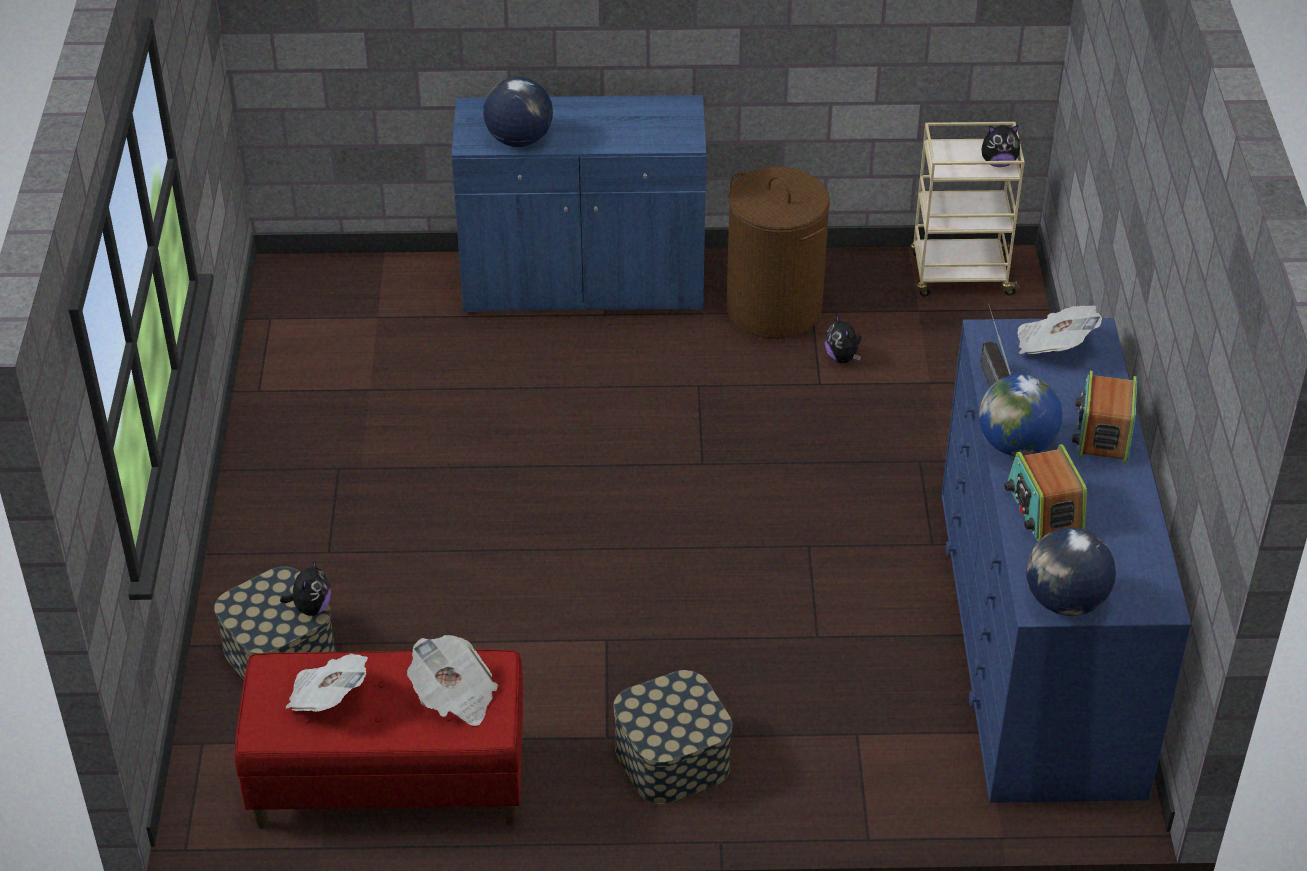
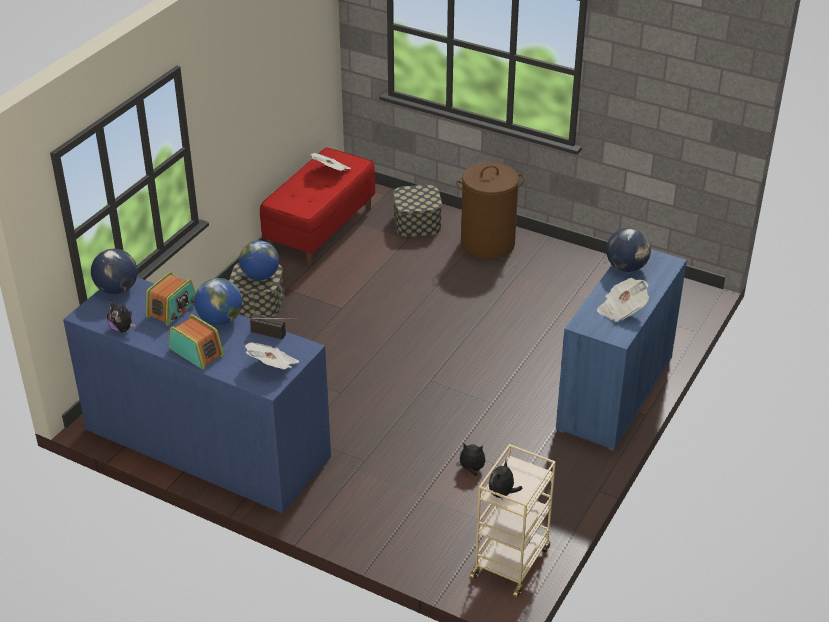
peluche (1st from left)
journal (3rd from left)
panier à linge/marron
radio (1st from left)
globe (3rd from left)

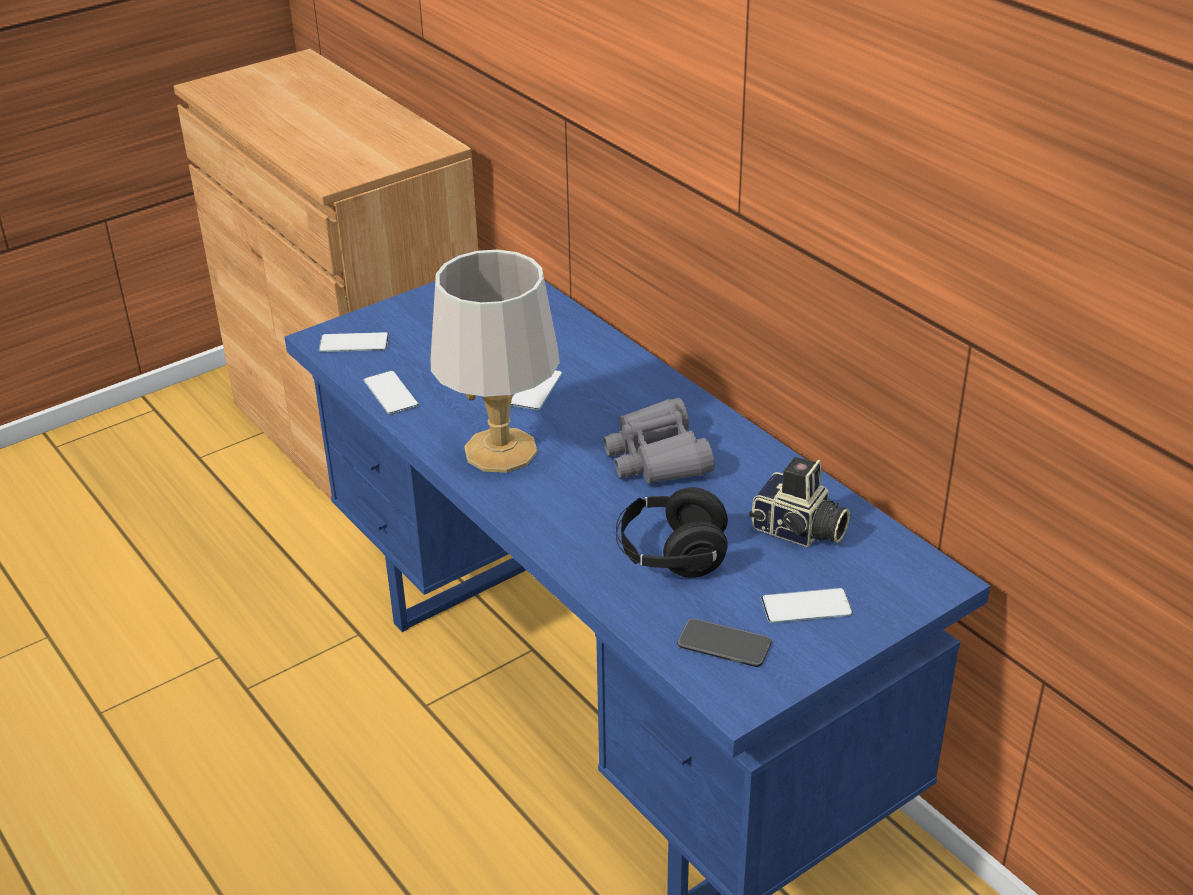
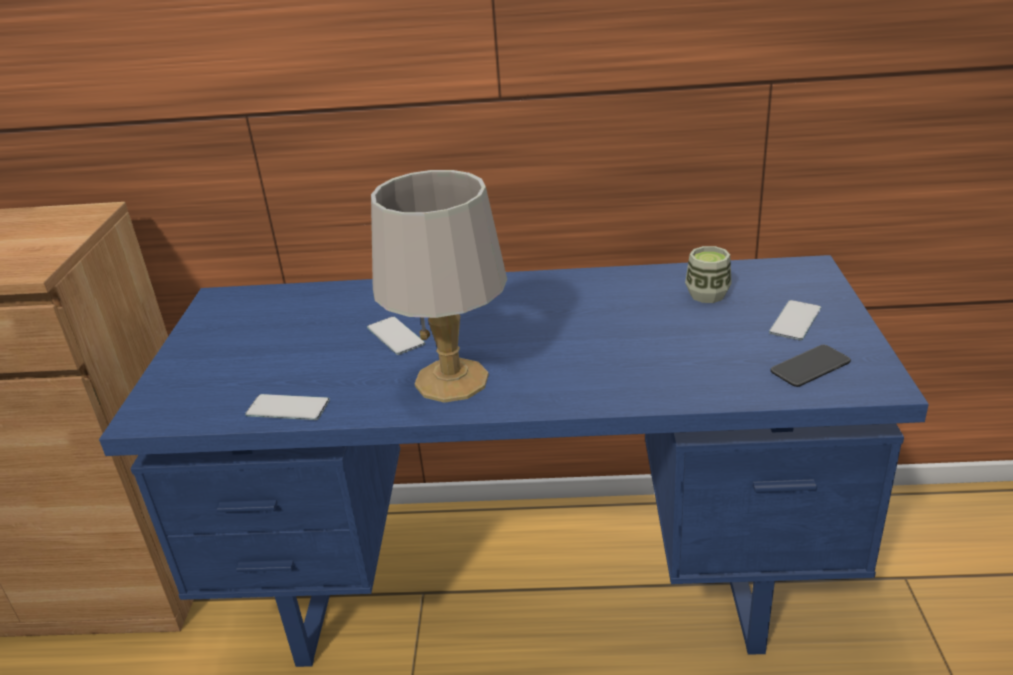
téléphone (1st from left in the first image)
jumelles/gris
casque audio/noir
tasse

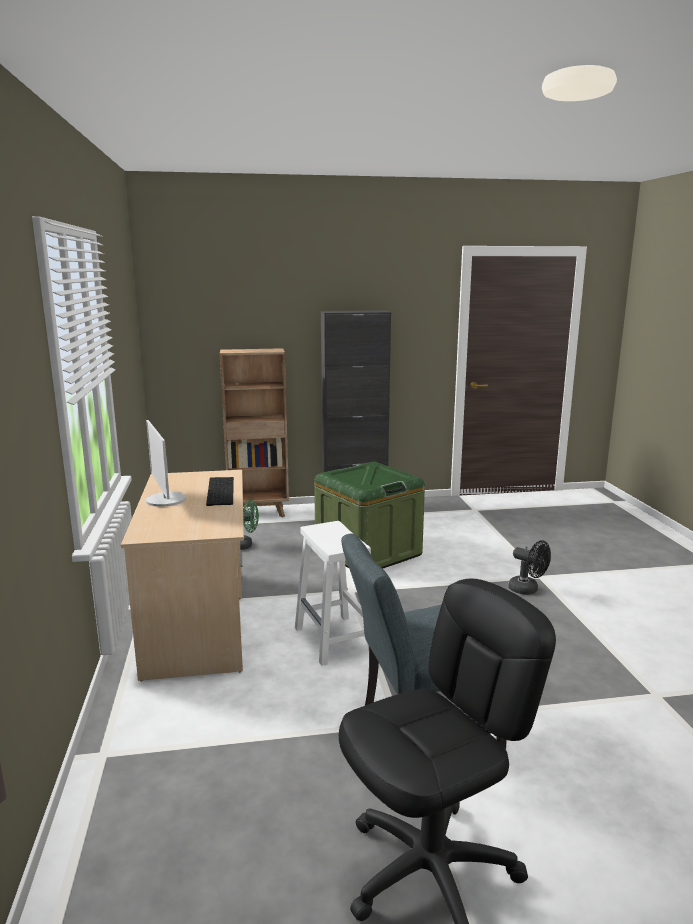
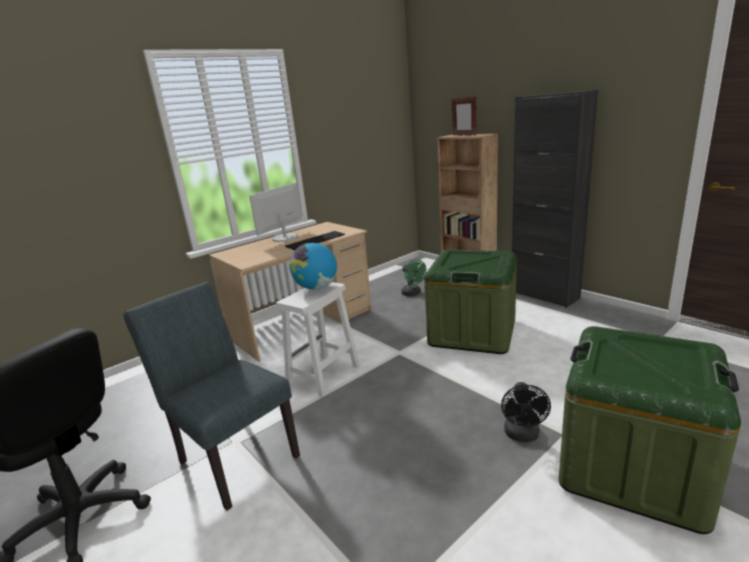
globe
cadre photo
boîte de rangement/vert (2nd from left)

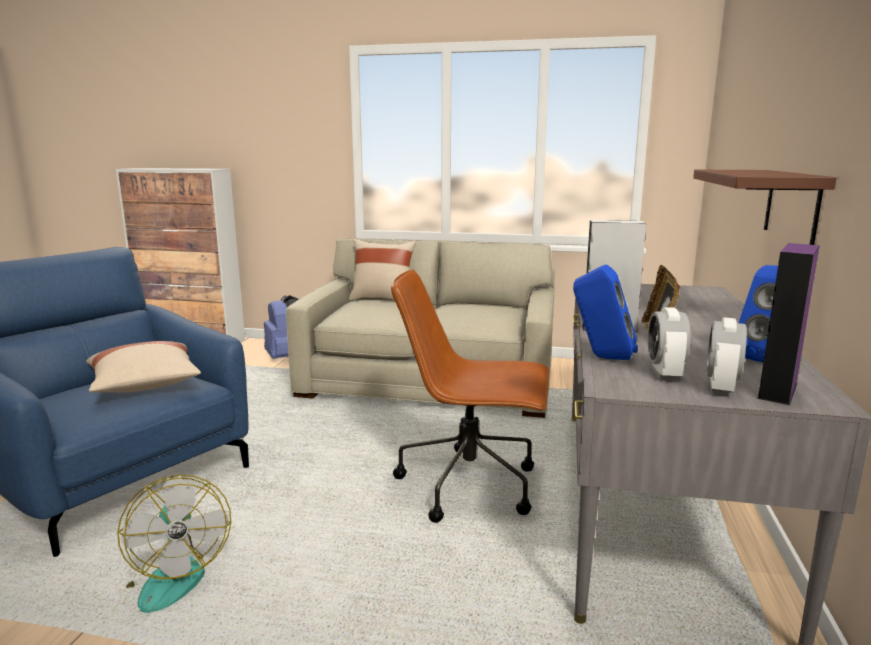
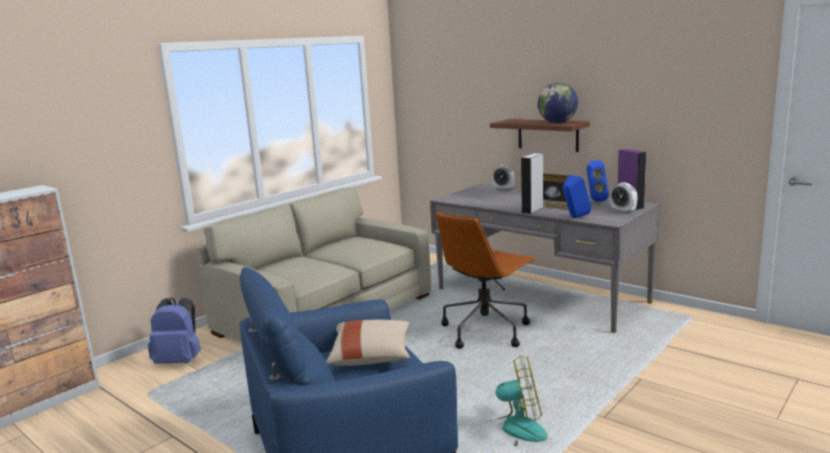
coussin/beige (2nd from left in the first image)
réveil (1st from left)
globe

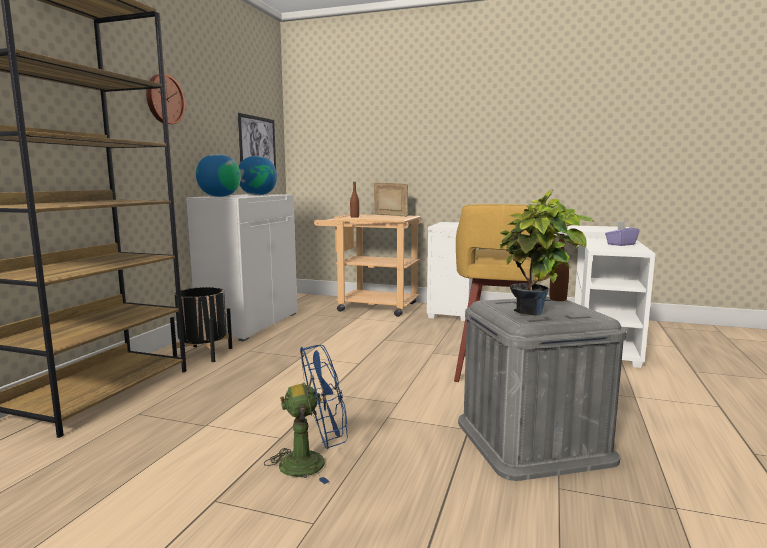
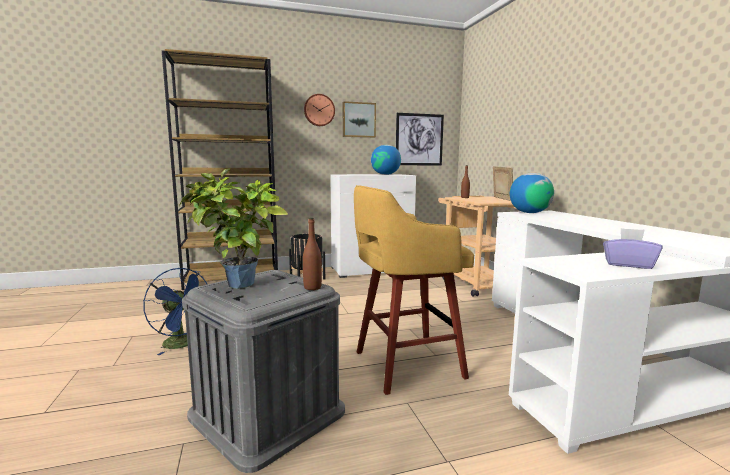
globe (2nd from left)
tableau (1st from left)

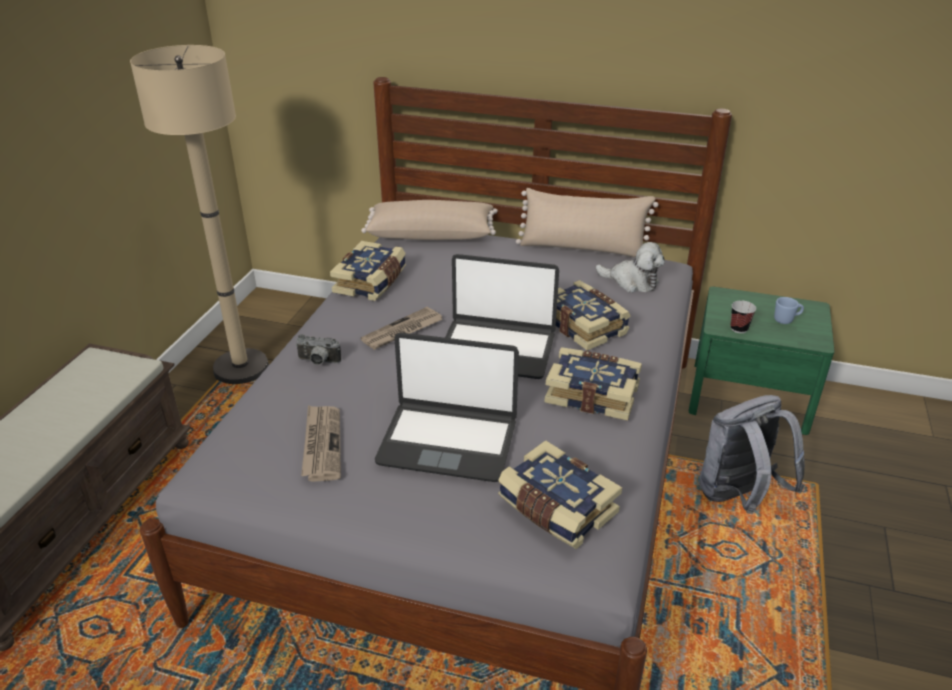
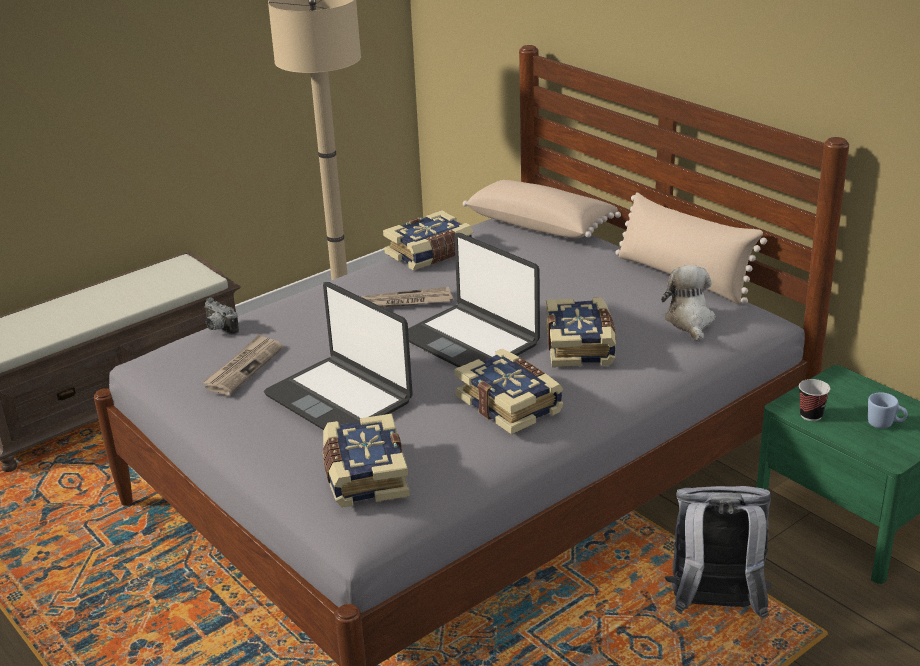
appareil photo
peluche

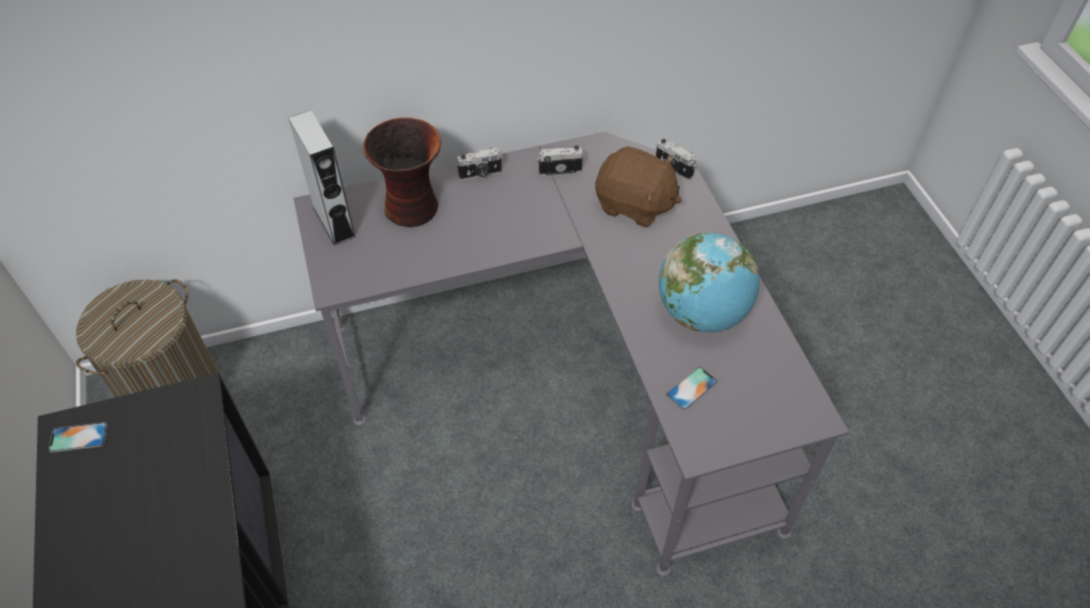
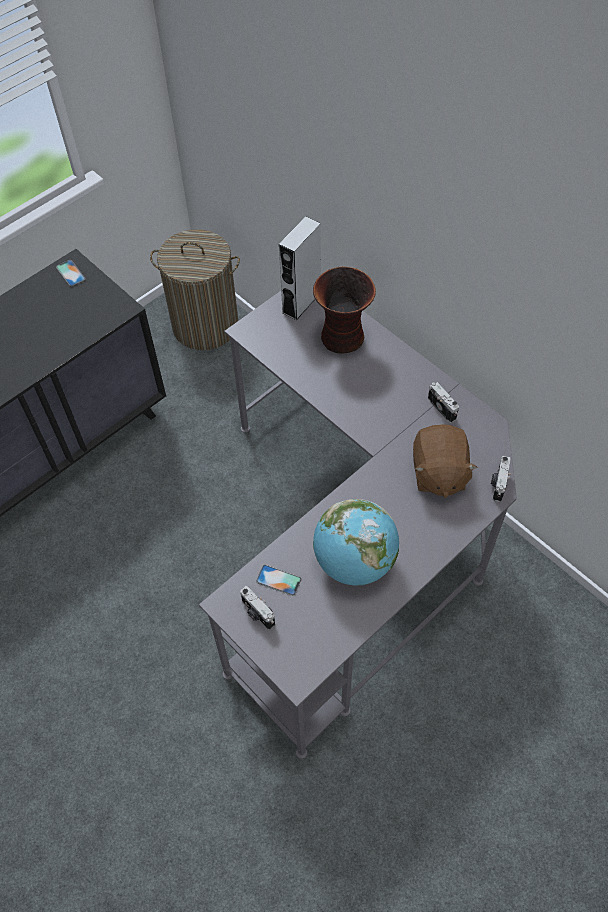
appareil photo (1st from left)

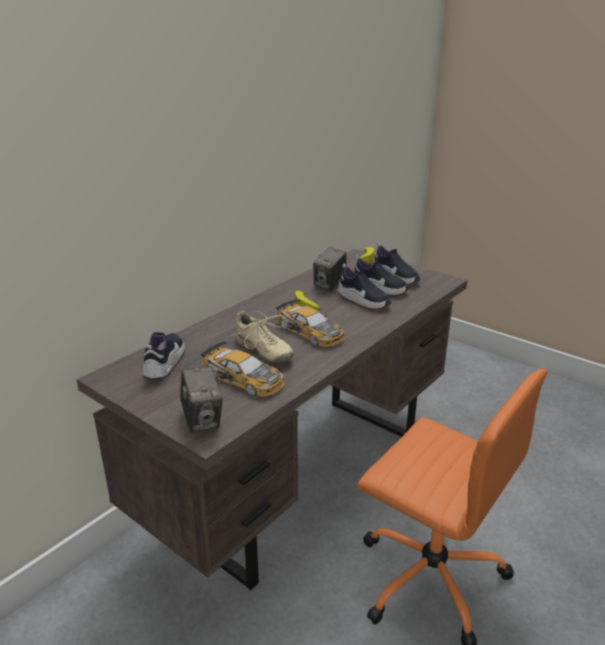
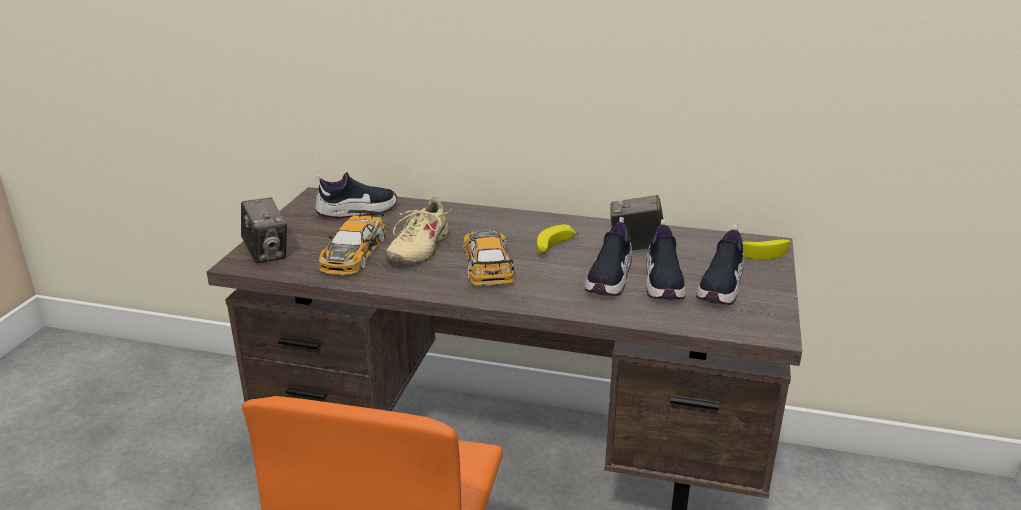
appareil photo (1st from left)
petite voiture (2nd from left)

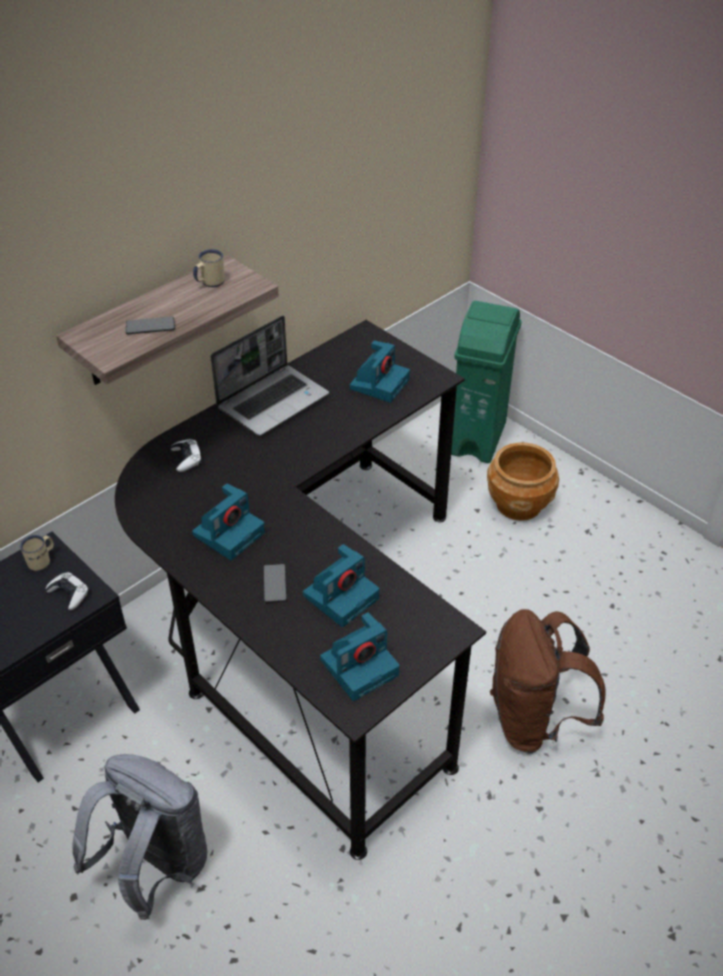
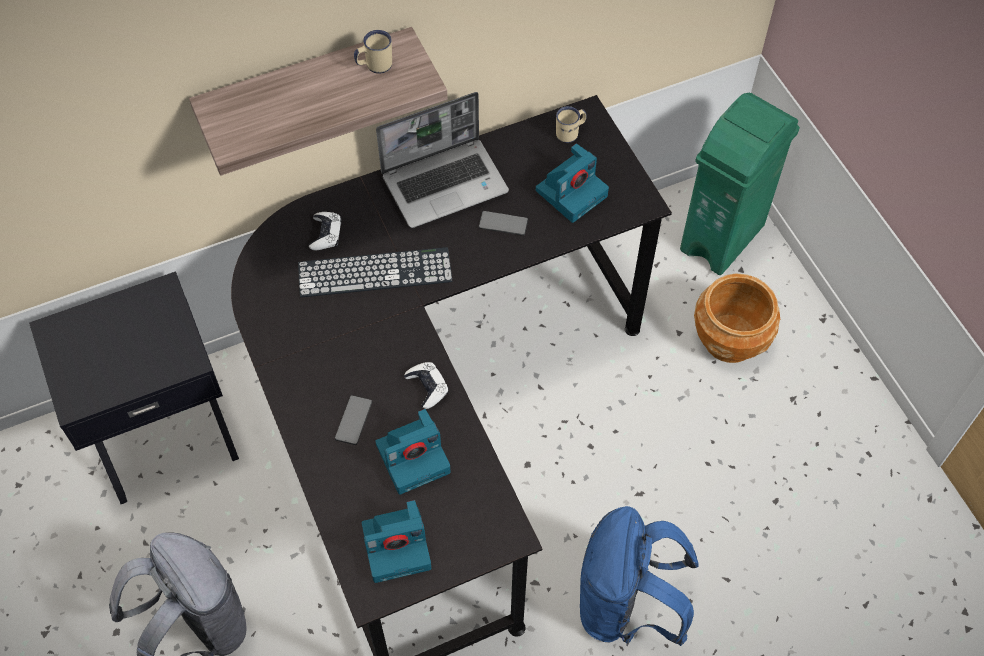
mug/beige (2nd from left)
manette/blanc (2nd from left)
téléphone (2nd from left)
appareil photo (1st from left in the first image)
sac à dos/bleu
clavier

